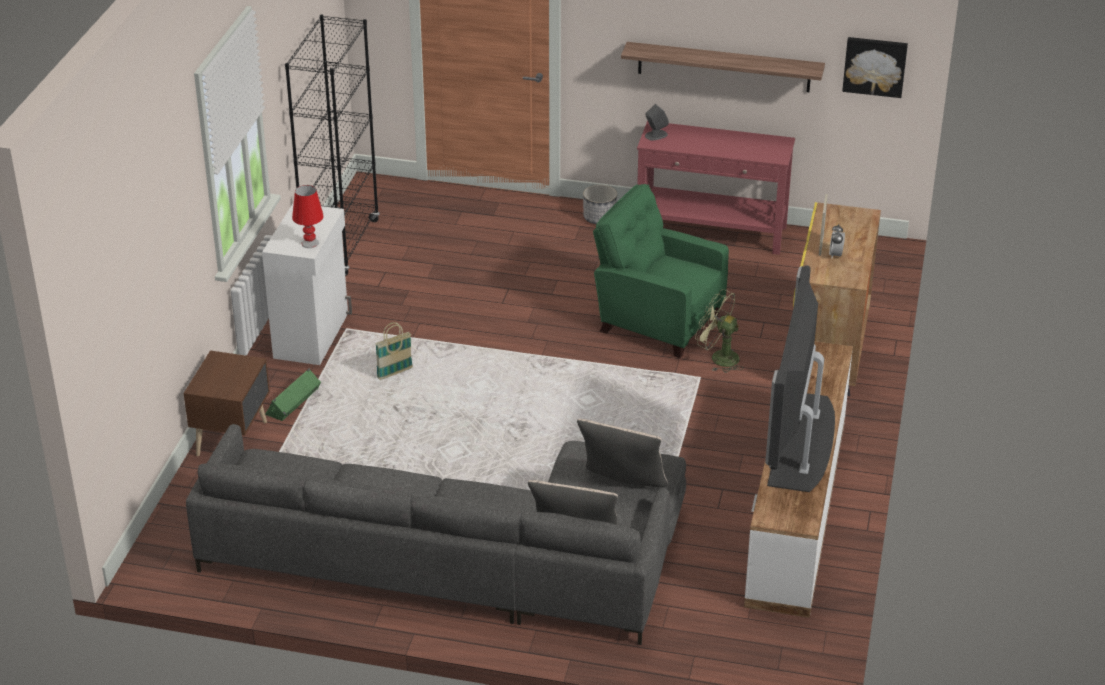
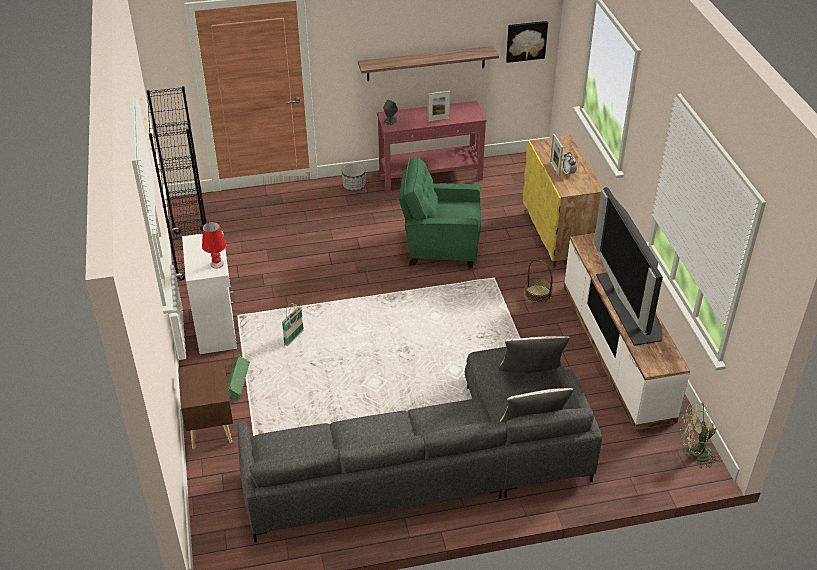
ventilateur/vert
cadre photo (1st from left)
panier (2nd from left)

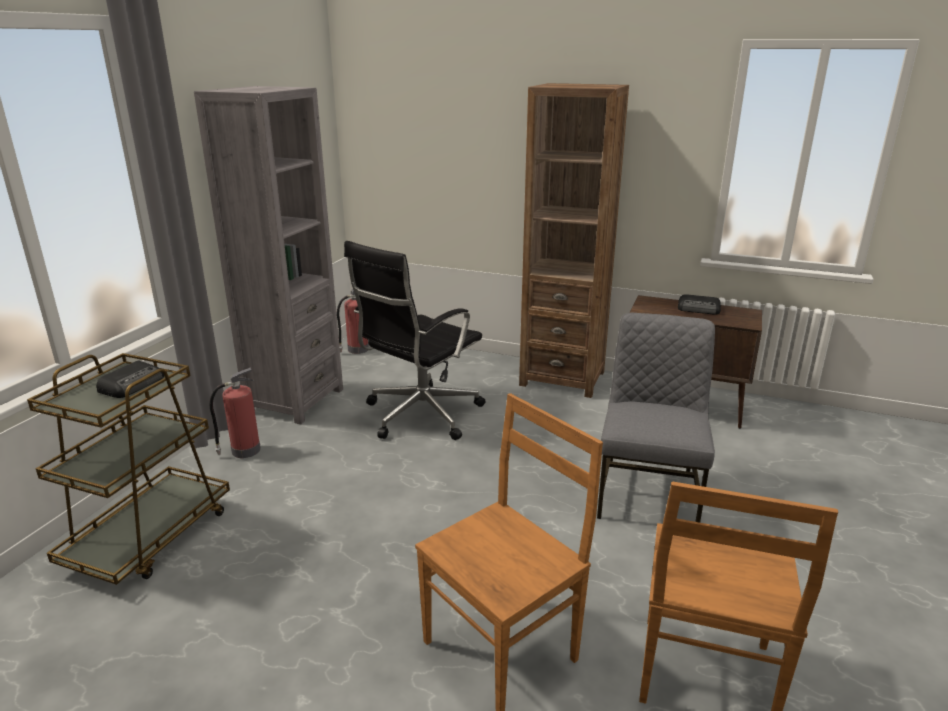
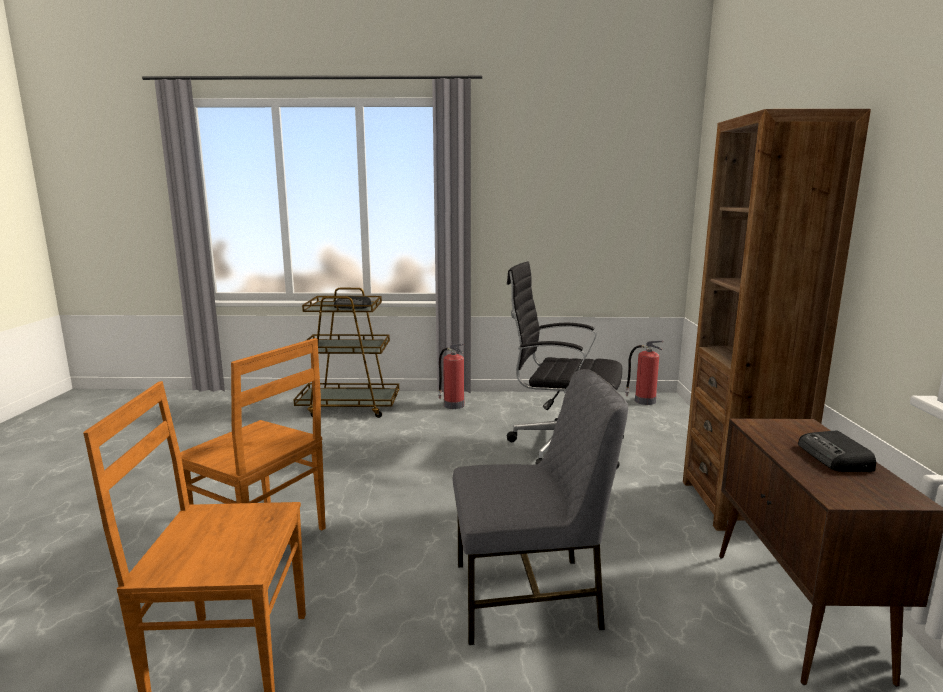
bibliothèque/gris

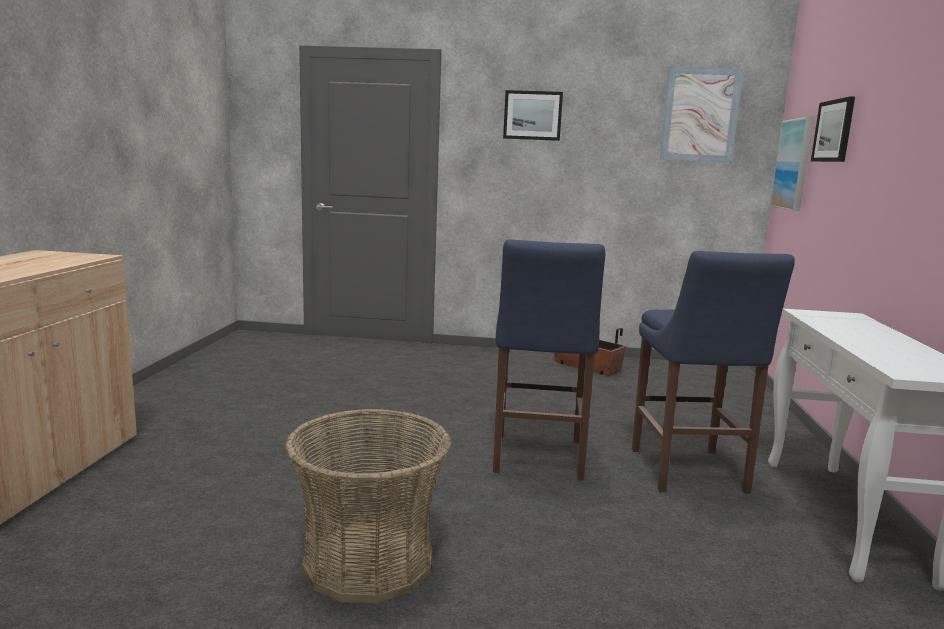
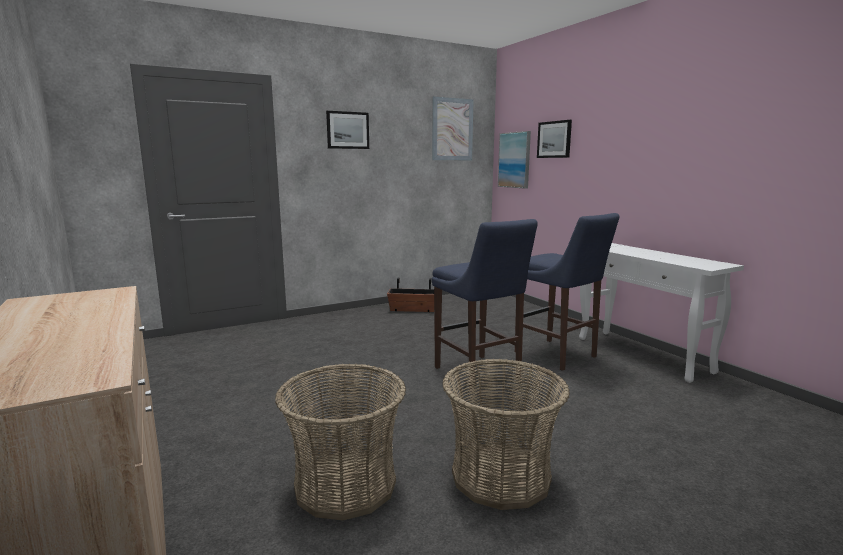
panier (1st from left)

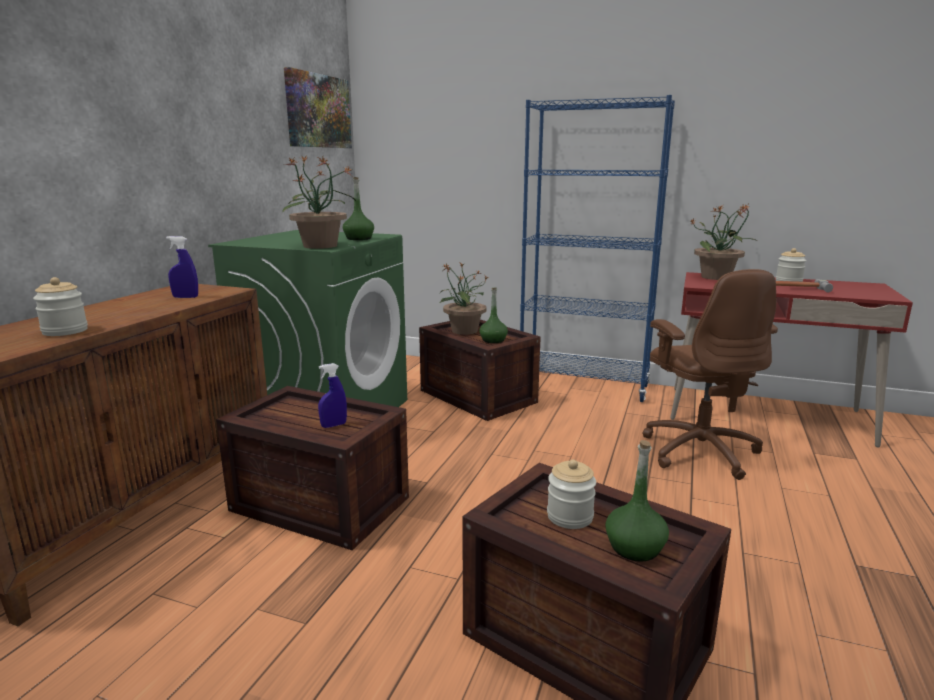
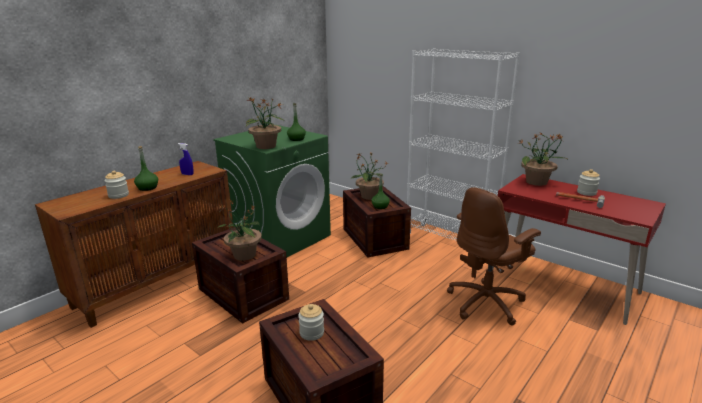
tableau
plante en pot (1st from left)
bibliothèque/blanc
bouteille/vert (1st from left)
chaise de bureau/marron

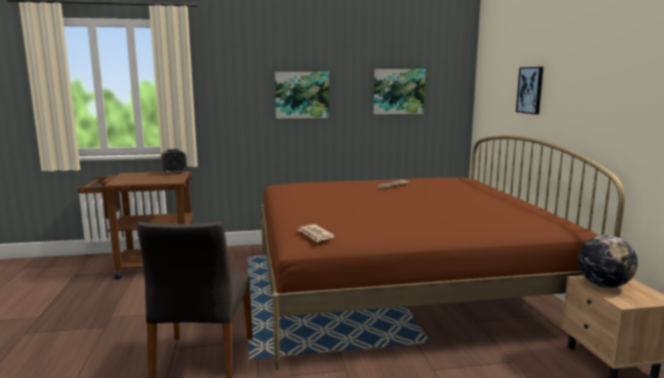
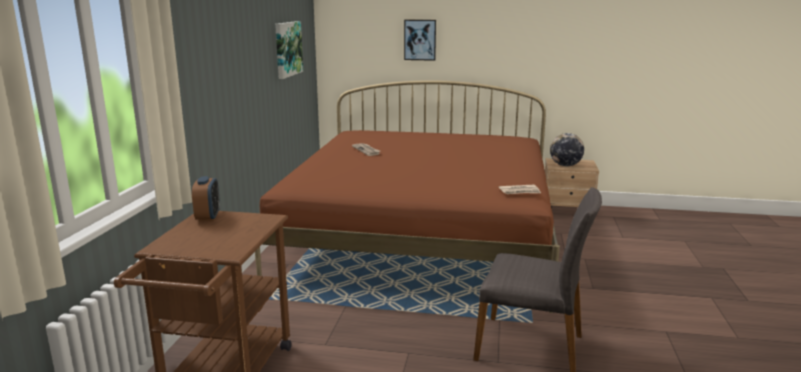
tableau (1st from left in the first image)

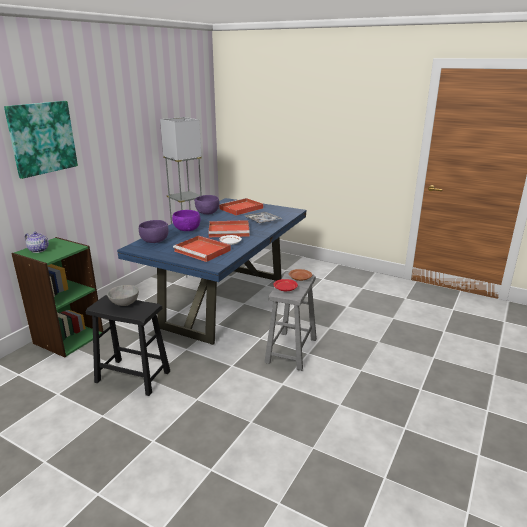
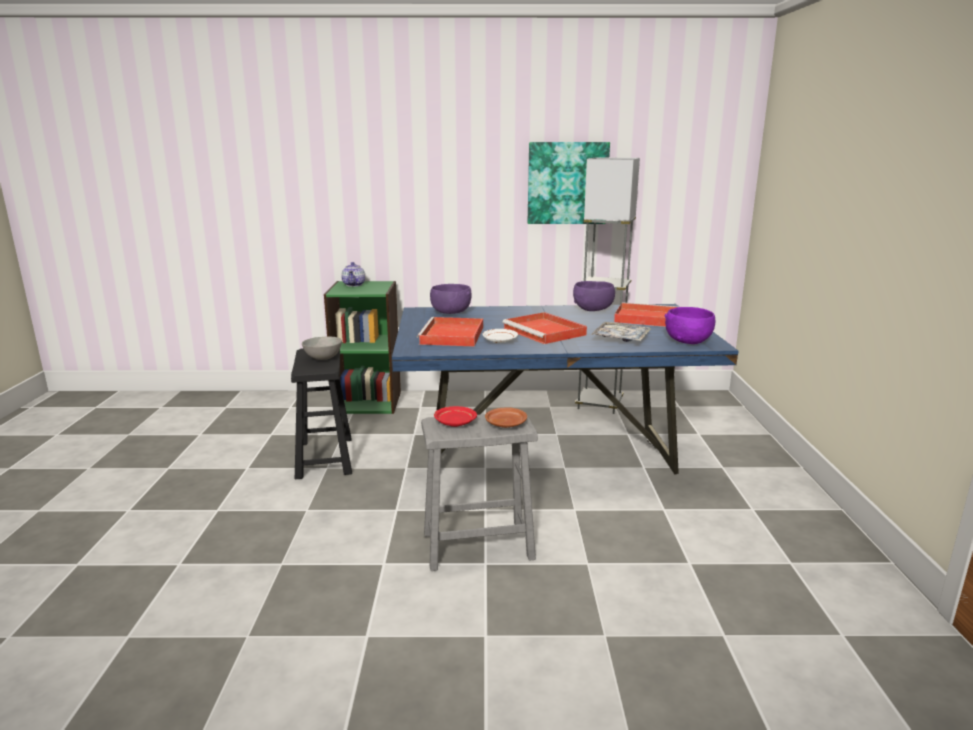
tableau
bol/violet (3rd from left)

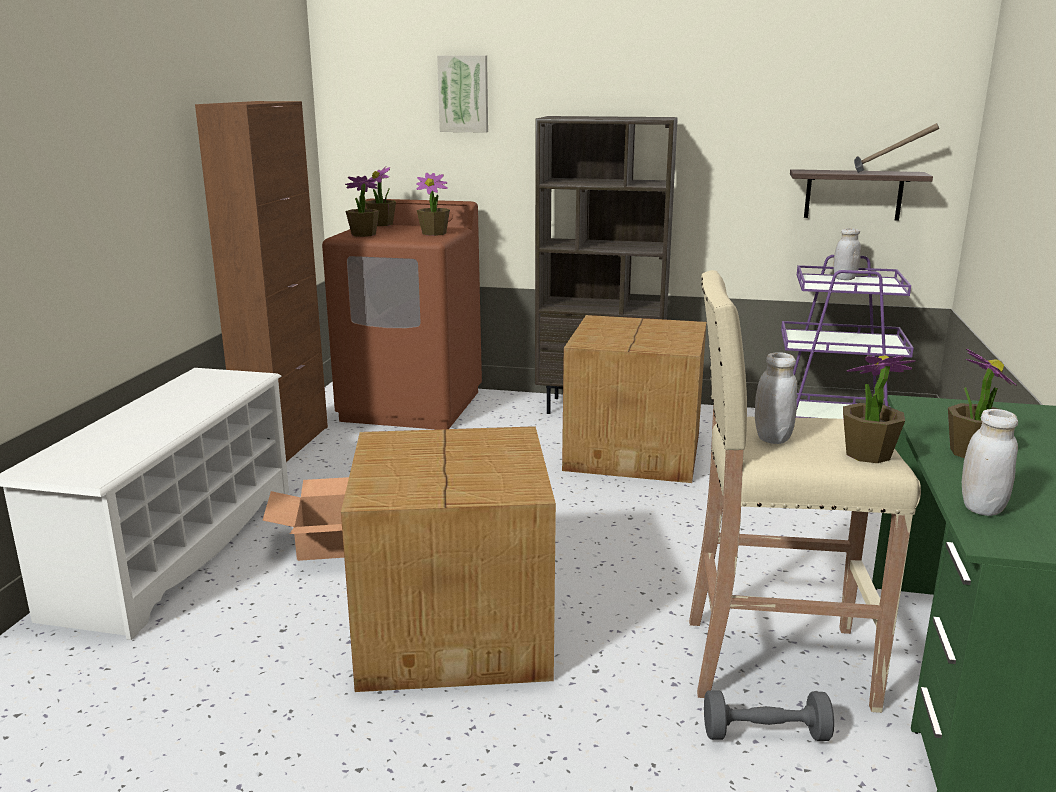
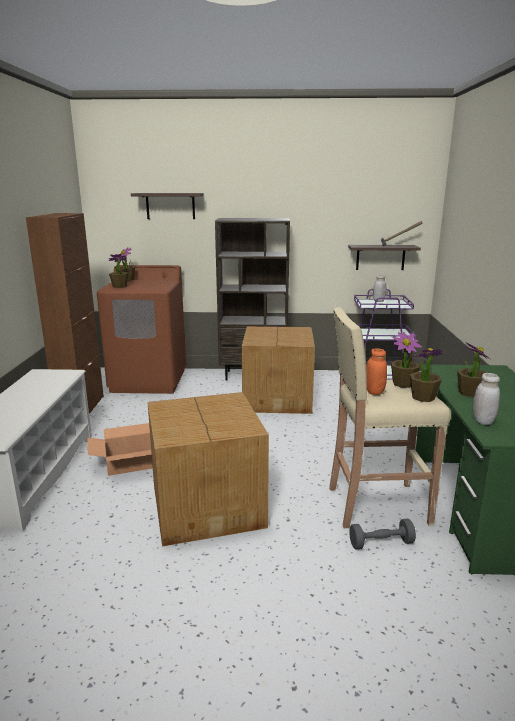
plante en pot (3rd from left)
étagère (1st from left)
bocal/orange

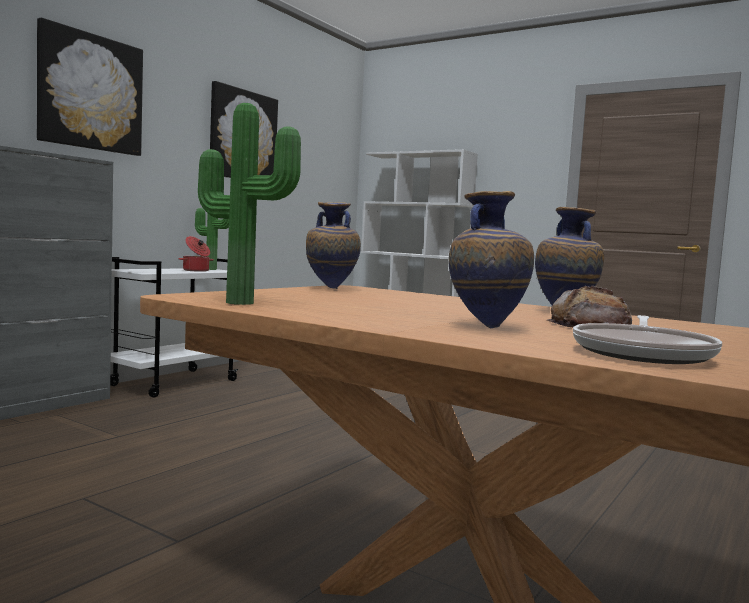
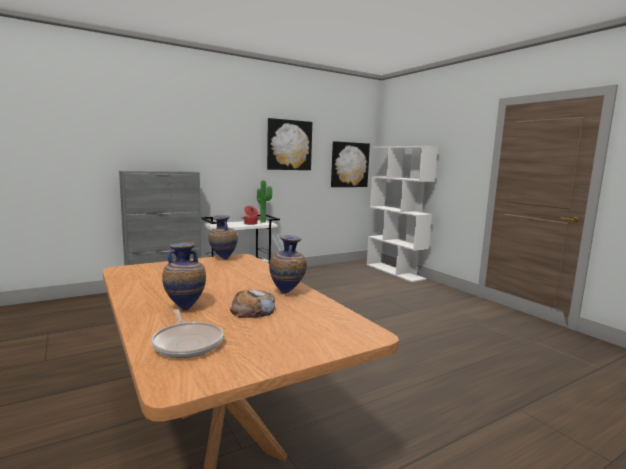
tableau (2nd from left)
plante en pot (2nd from left in the first image)
poêle

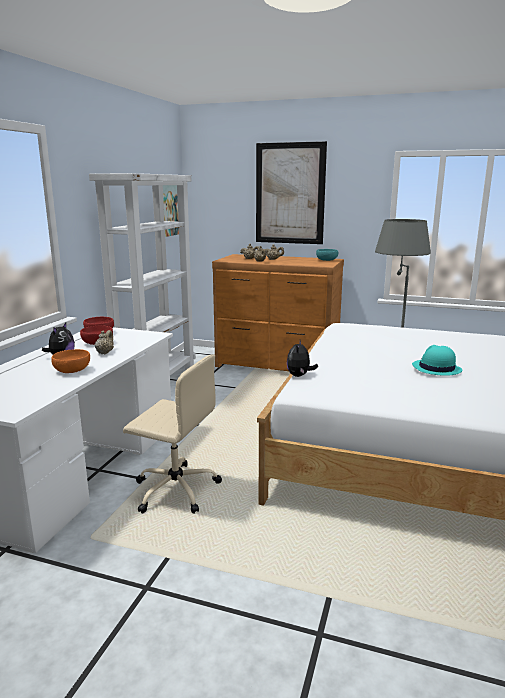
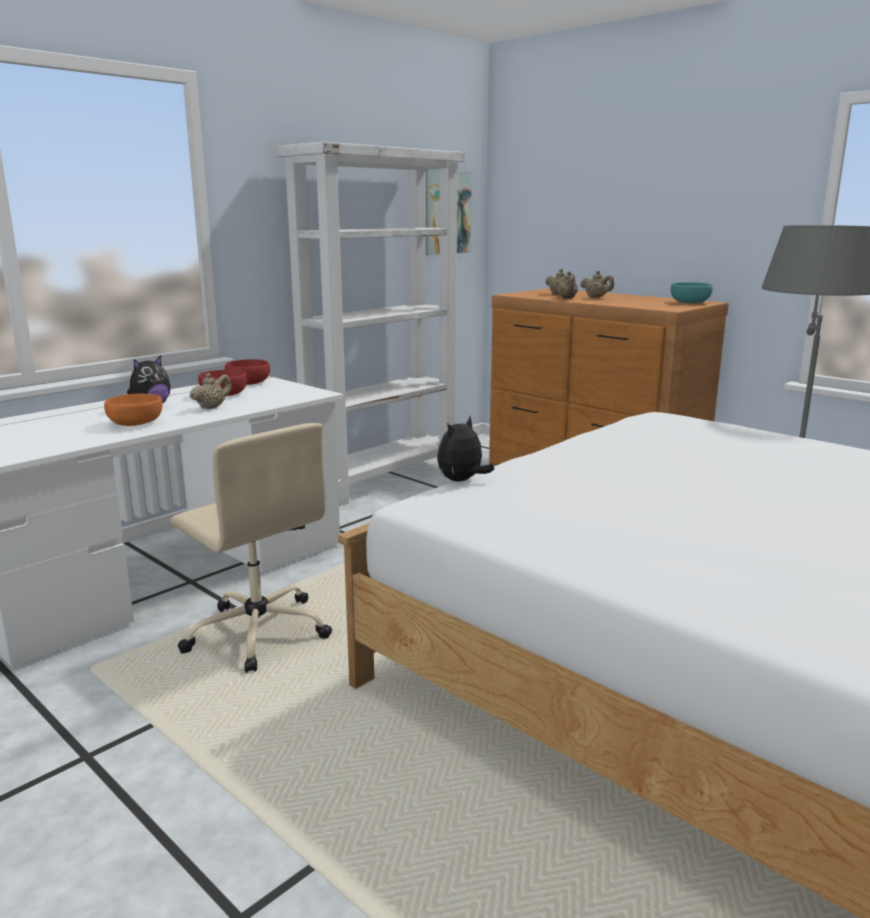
tableau (2nd from left in the first image)
chapeau/turquoise

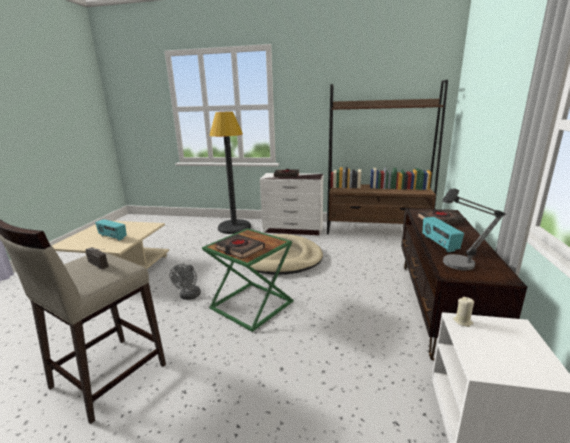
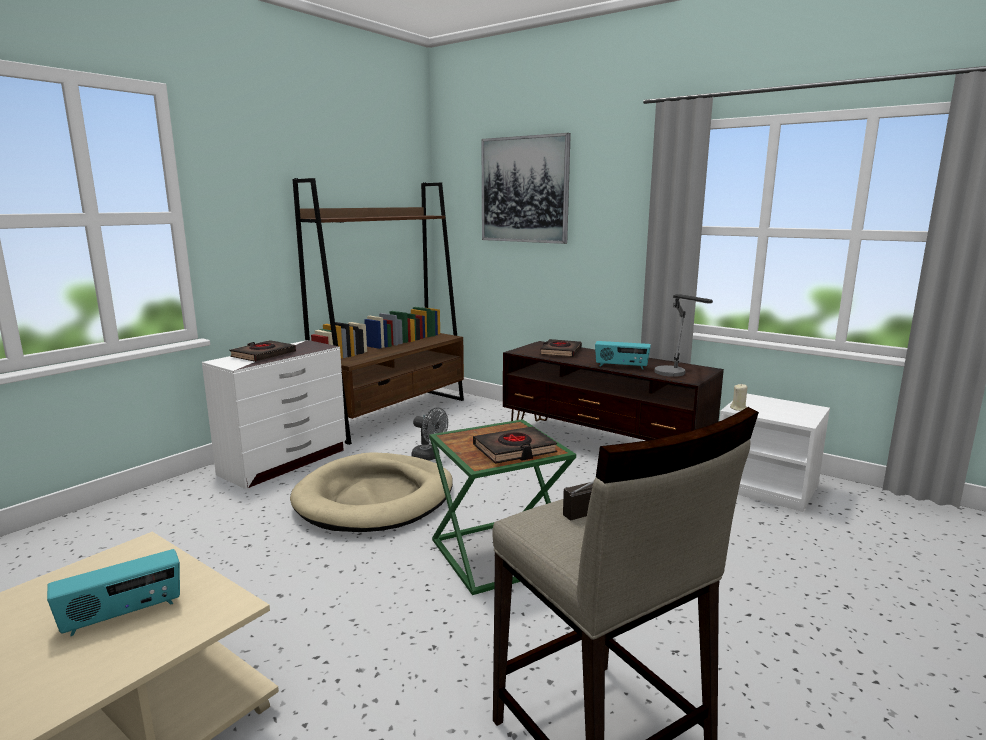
ventilateur/gris
lampadaire/noir
tableau

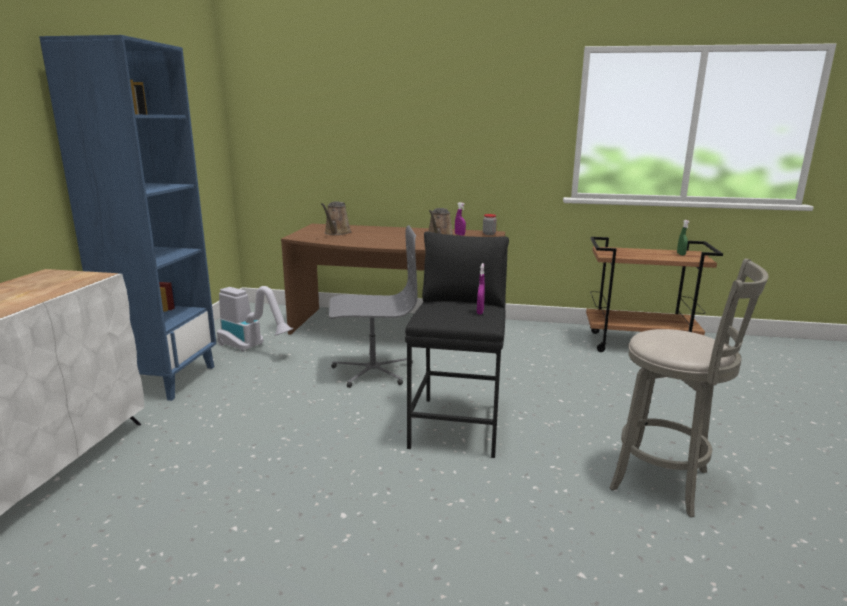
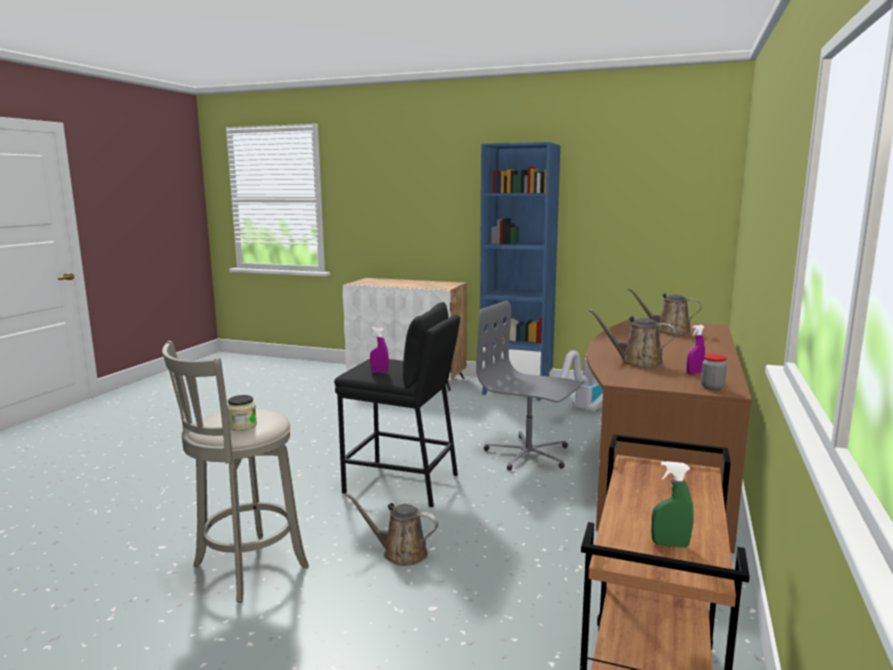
chaise de bureau/gris
bocal (1st from left)
arrosoir/marron (1st from left)

